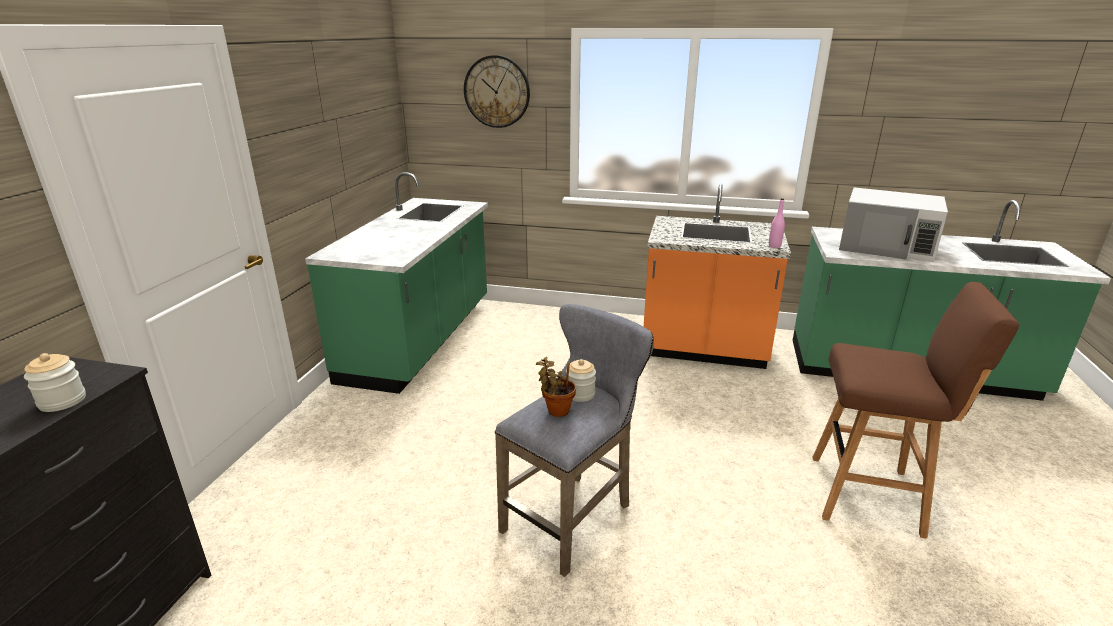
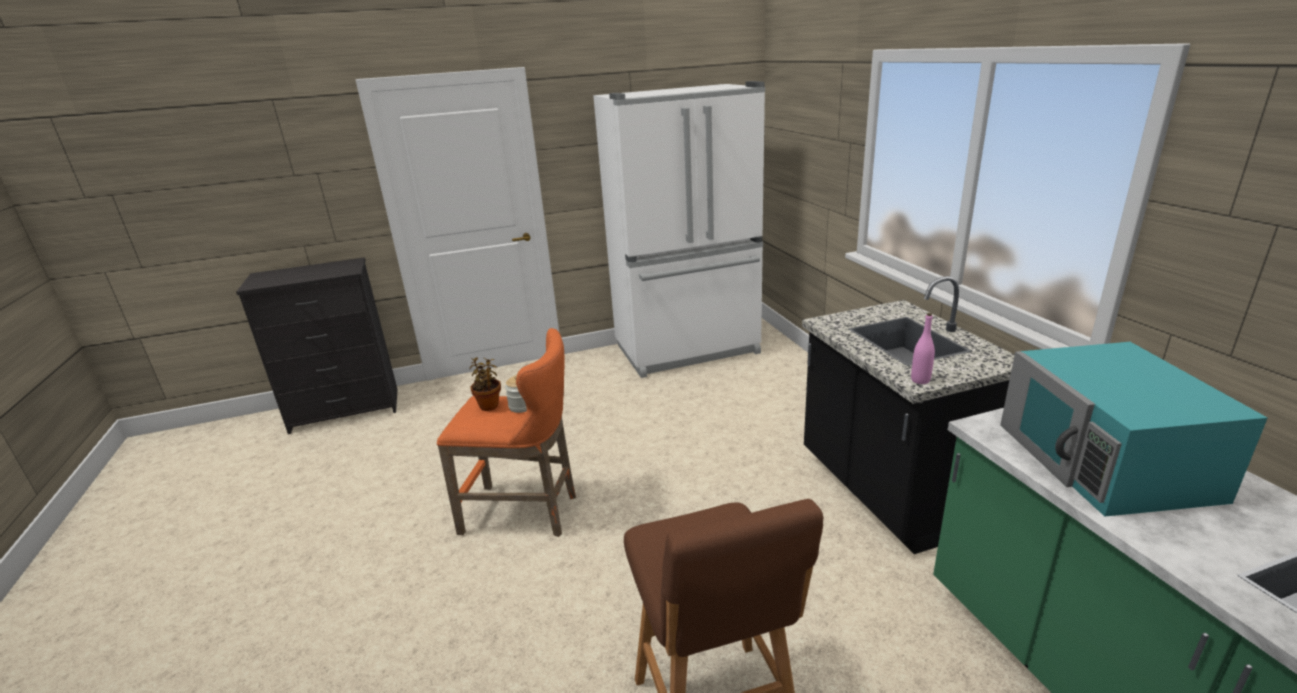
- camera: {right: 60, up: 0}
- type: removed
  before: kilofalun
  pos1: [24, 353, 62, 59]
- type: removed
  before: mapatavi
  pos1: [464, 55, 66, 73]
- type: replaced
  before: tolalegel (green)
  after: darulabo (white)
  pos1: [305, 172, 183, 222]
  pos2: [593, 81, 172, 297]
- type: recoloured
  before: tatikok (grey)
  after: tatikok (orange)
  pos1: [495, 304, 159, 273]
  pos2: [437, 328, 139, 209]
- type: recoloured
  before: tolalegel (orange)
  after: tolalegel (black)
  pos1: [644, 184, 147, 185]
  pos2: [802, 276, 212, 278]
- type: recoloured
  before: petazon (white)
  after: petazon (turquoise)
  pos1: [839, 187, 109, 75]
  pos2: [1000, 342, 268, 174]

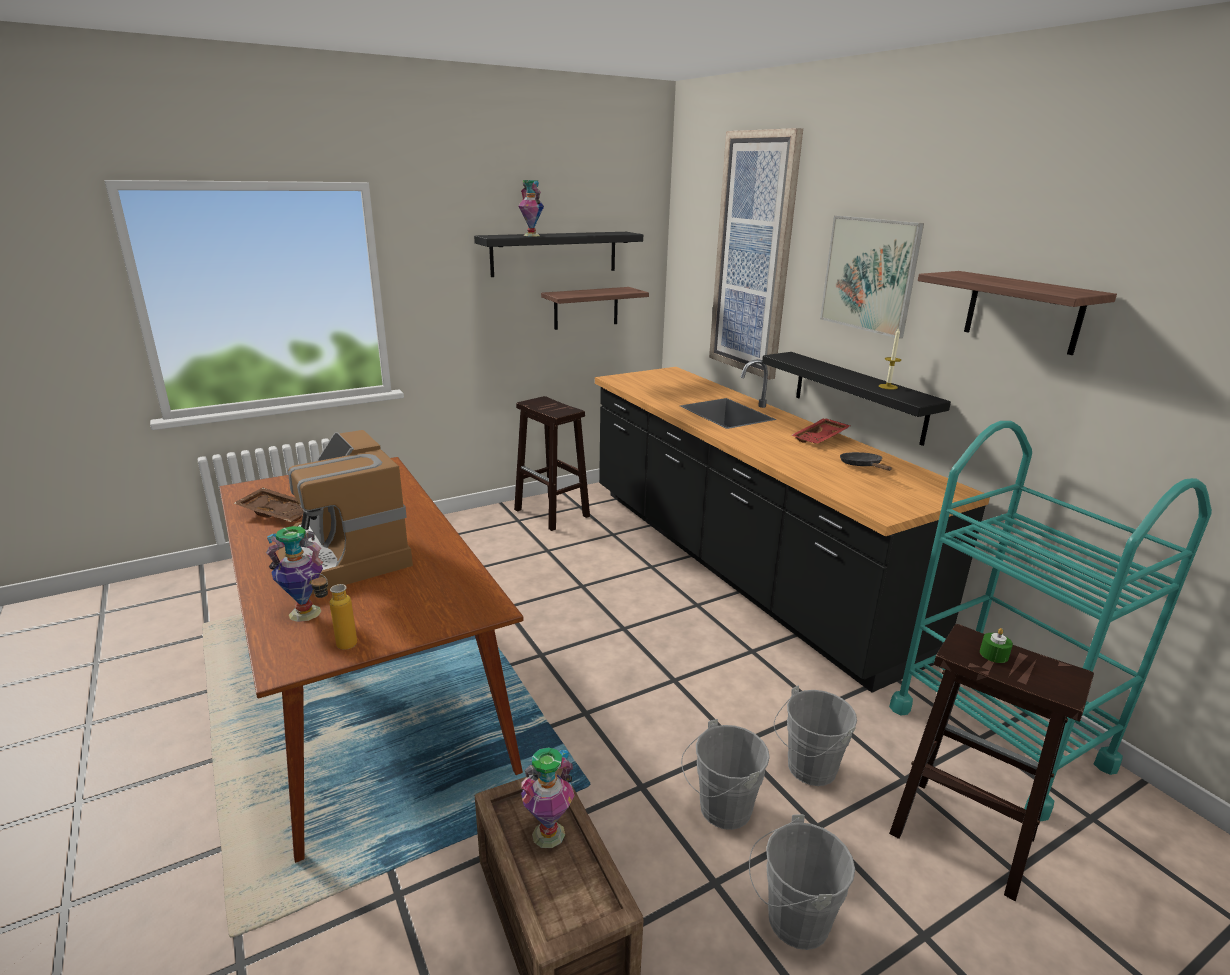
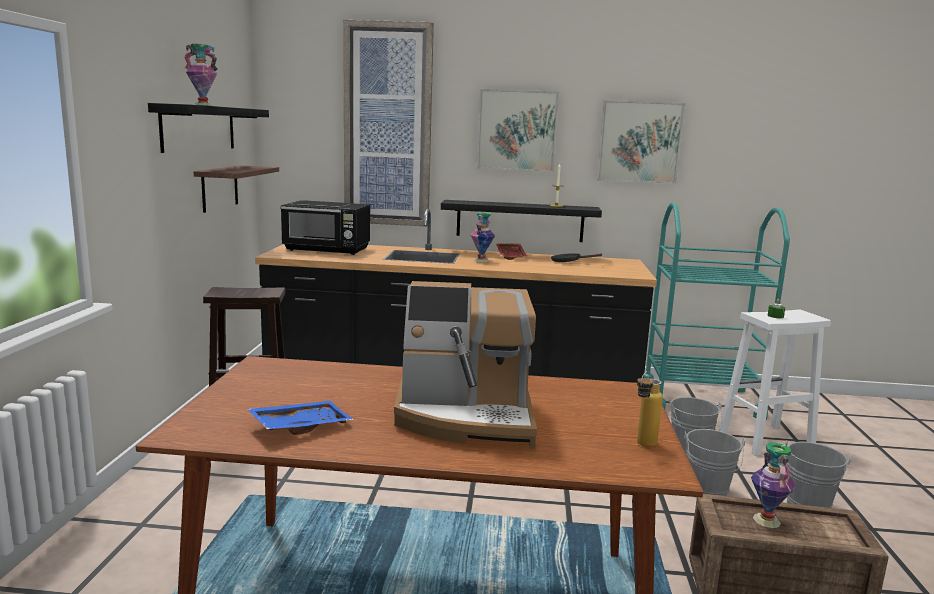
- camera: {right: -55, up: -10}
- type: added
  after: petazon (black)
  pos2: [280, 200, 90, 55]
- type: moved
  before: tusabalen
  pos1: [266, 526, 57, 96]
  pos2: [470, 212, 25, 50]
- type: replaced
  before: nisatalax
  after: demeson
  pos1: [918, 271, 199, 84]
  pos2: [597, 100, 88, 84]
- type: recoloured
  before: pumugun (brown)
  after: pumugun (blue)
  pos1: [234, 488, 69, 34]
  pos2: [247, 401, 107, 34]
- type: recoloured
  before: tatikok (brown)
  after: tatikok (white)
  pos1: [889, 624, 205, 277]
  pos2: [719, 310, 112, 146]

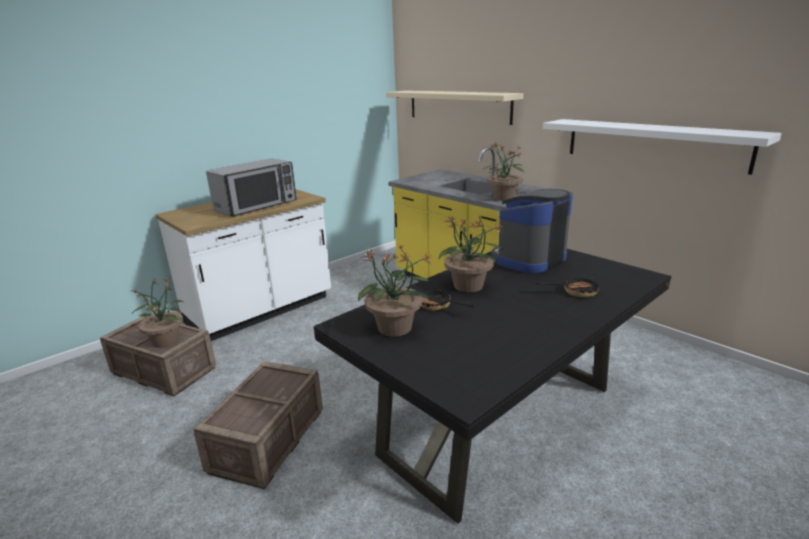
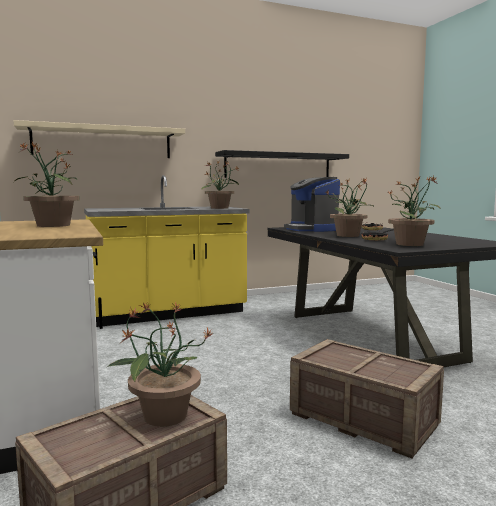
- camera: {right: -70, up: -15}
- type: replaced
  before: petazon
  after: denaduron
  pos1: [206, 159, 91, 58]
  pos2: [14, 142, 65, 85]
- type: recoloured
  before: nisatalax (white)
  after: nisatalax (black)
  pos1: [543, 119, 239, 56]
  pos2: [215, 150, 134, 28]

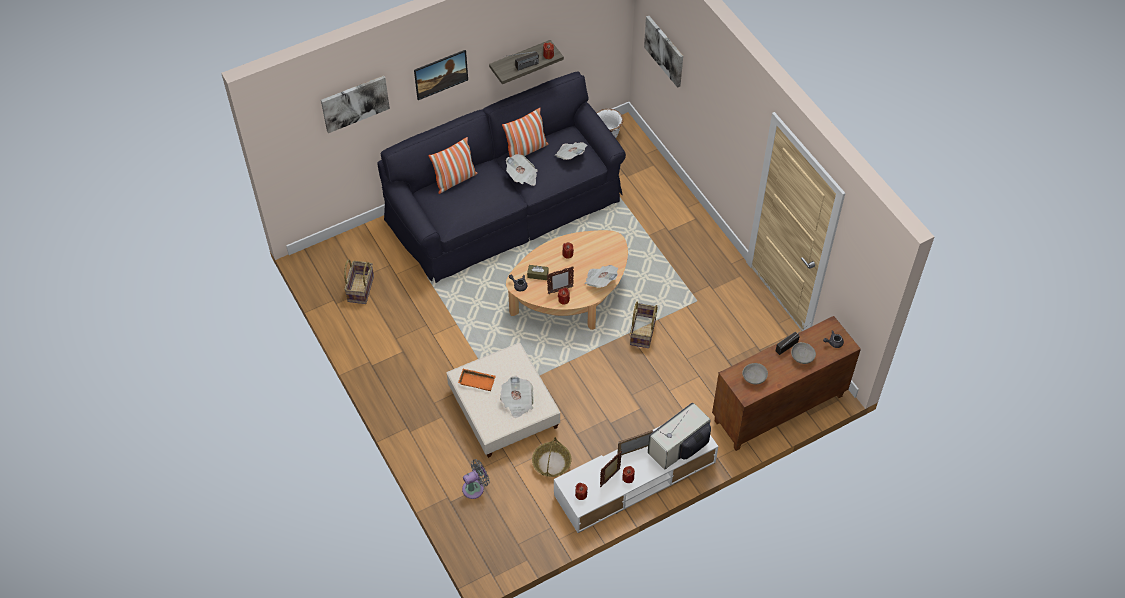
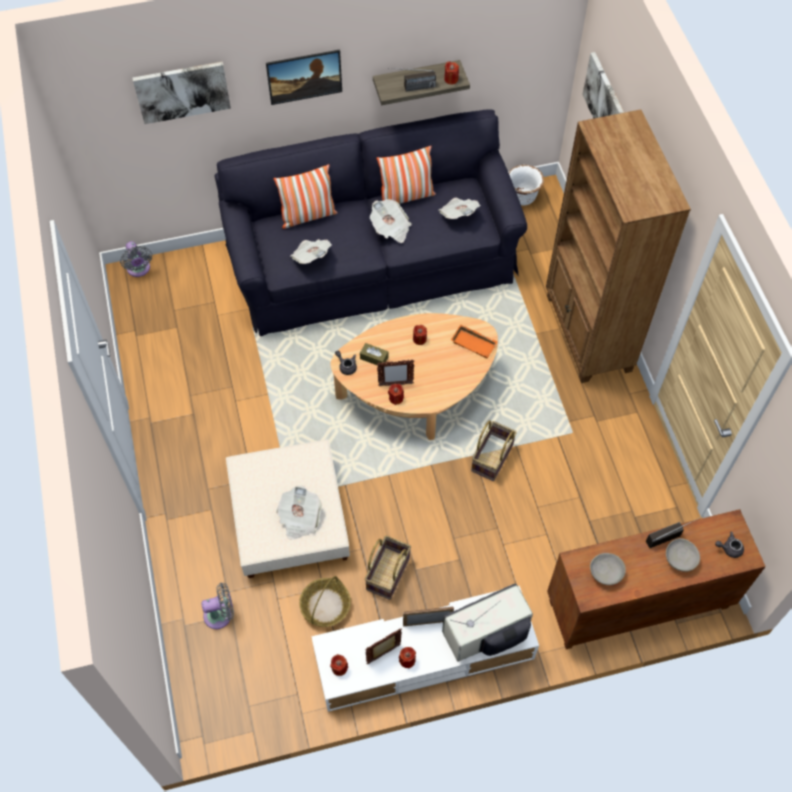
- camera: {right: 15, up: 5}
- type: added
  after: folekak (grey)
  pos2: [120, 241, 32, 36]
- type: added
  after: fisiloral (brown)
  pos2: [546, 109, 145, 274]
- type: moved
  before: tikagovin
  pos1: [344, 259, 30, 45]
  pos2: [365, 536, 46, 64]
- type: moved
  before: pumugun (orange)
  pos1: [458, 369, 38, 22]
  pos2: [451, 324, 47, 35]
- type: moved
  before: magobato
  pos1: [585, 265, 33, 23]
  pos2: [290, 239, 42, 25]

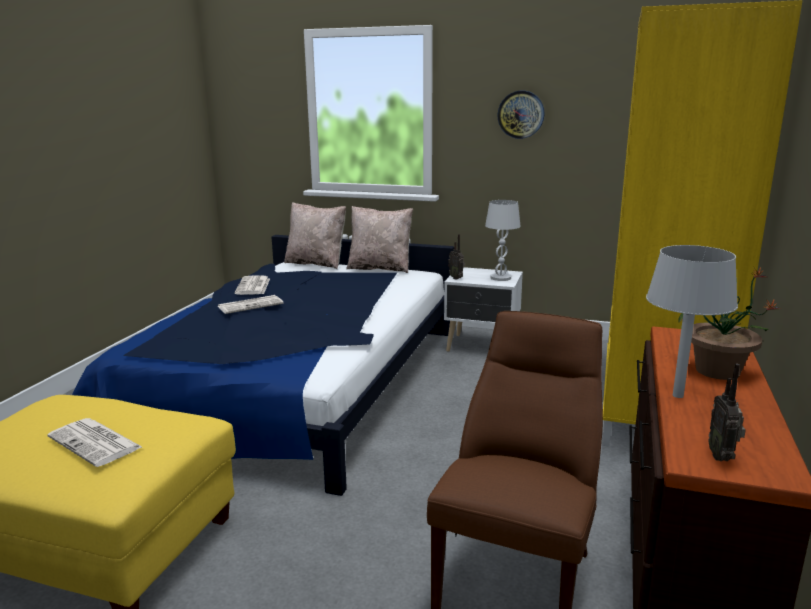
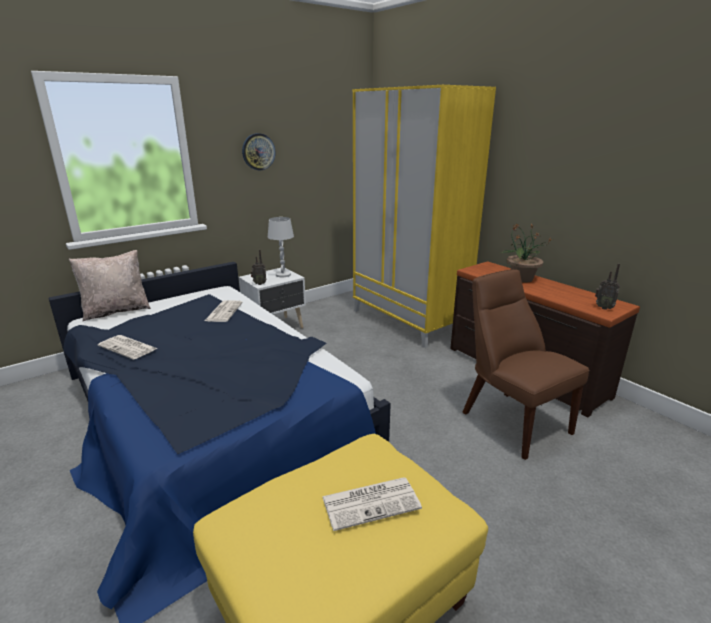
- camera: {right: -55, up: 5}
- type: removed
  before: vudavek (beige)
  pos1: [346, 206, 67, 67]
- type: removed
  before: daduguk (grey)
  pos1: [646, 245, 92, 153]
- type: moved
  before: magobato
  pos1: [218, 295, 65, 19]
  pos2: [205, 300, 38, 22]

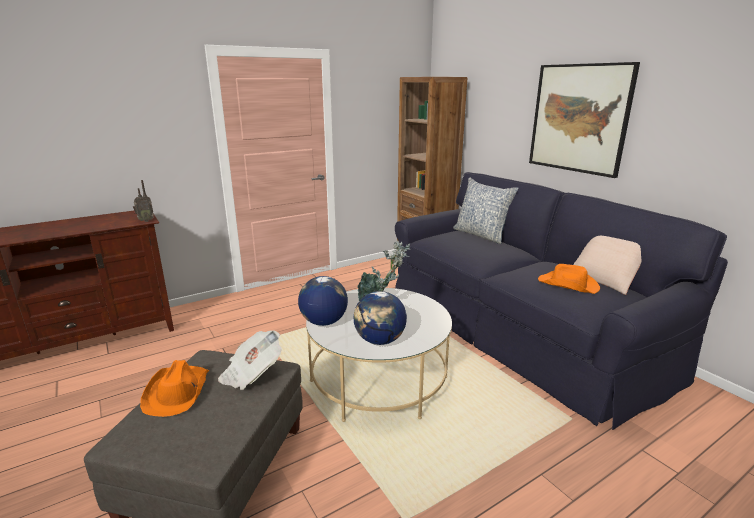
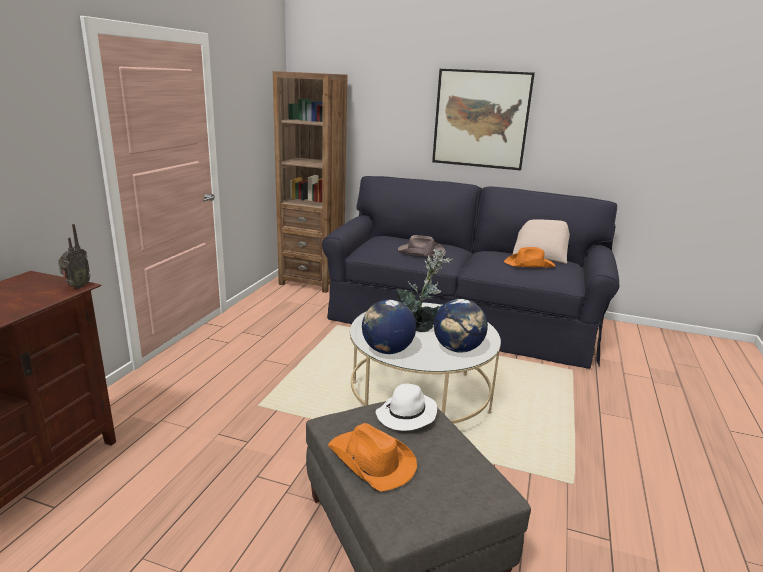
- camera: {right: -40, up: 0}
- type: removed
  before: vudavek
  pos1: [453, 177, 66, 67]
- type: added
  after: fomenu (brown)
  pos2: [398, 235, 48, 23]
- type: replaced
  before: magobato
  after: fomenu (white)
  pos1: [218, 330, 64, 60]
  pos2: [376, 383, 61, 48]

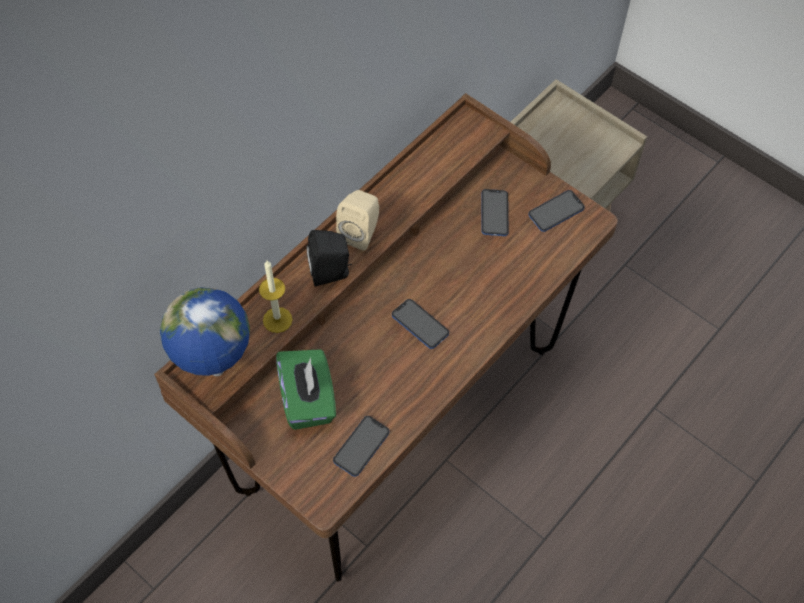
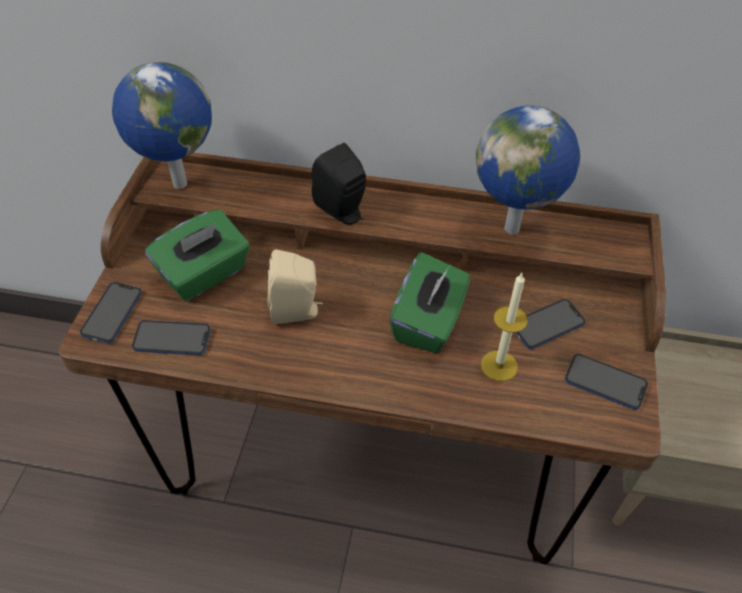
- camera: {right: 60, up: -10}
- type: added
  after: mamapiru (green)
  pos2: [389, 252, 81, 102]
- type: added
  after: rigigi
  pos2: [476, 106, 104, 129]
- type: moved
  before: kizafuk
  pos1: [259, 261, 33, 72]
  pos2: [481, 273, 47, 108]
- type: moved
  before: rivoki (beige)
  pos1: [336, 190, 43, 61]
  pos2: [268, 249, 55, 75]
- type: moved
  before: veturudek
  pos1: [392, 299, 57, 50]
  pos2: [80, 282, 62, 61]

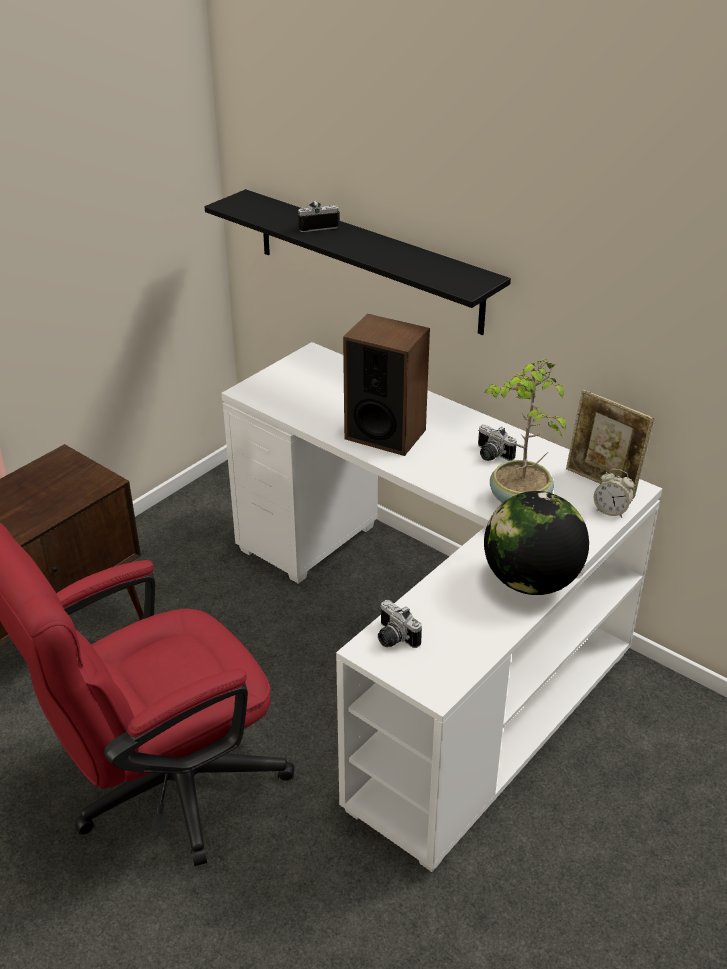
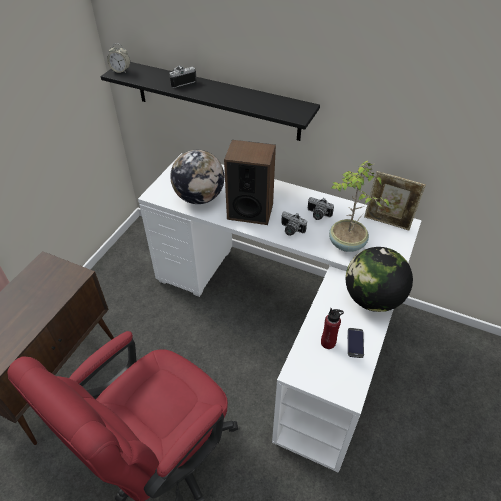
- camera: {right: -15, up: 10}
- type: added
  after: rigigi
  pos2: [170, 150, 54, 54]
- type: added
  after: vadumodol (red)
  pos2: [321, 308, 23, 41]
- type: added
  after: veturudek
  pos2: [348, 328, 16, 30]
- type: moved
  before: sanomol
  pos1: [378, 600, 44, 48]
  pos2: [281, 211, 26, 25]
- type: moved
  before: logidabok
  pos1: [594, 469, 40, 49]
  pos2: [107, 43, 23, 30]

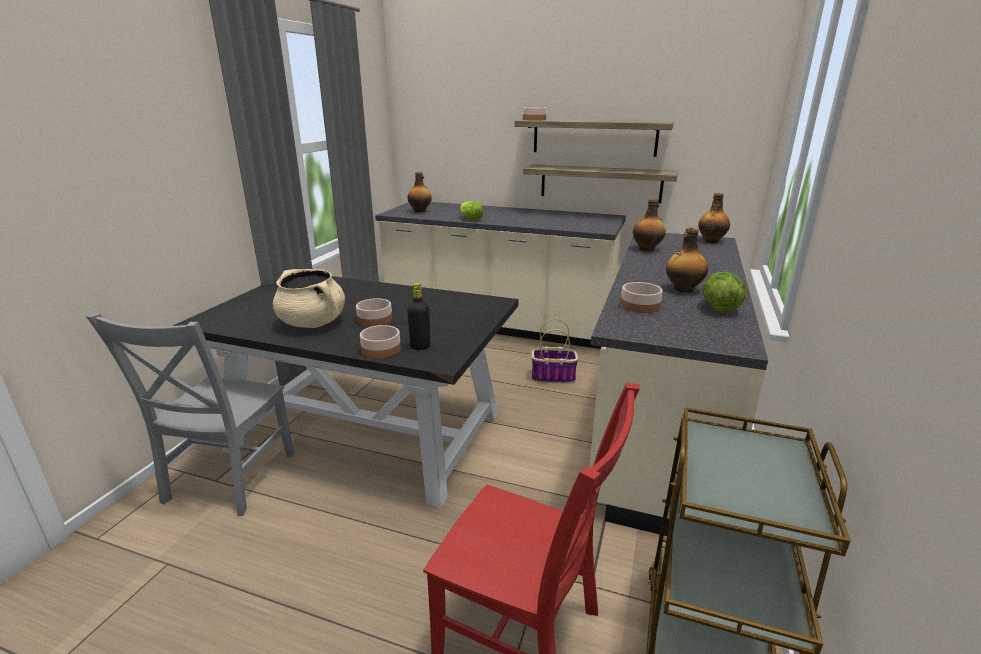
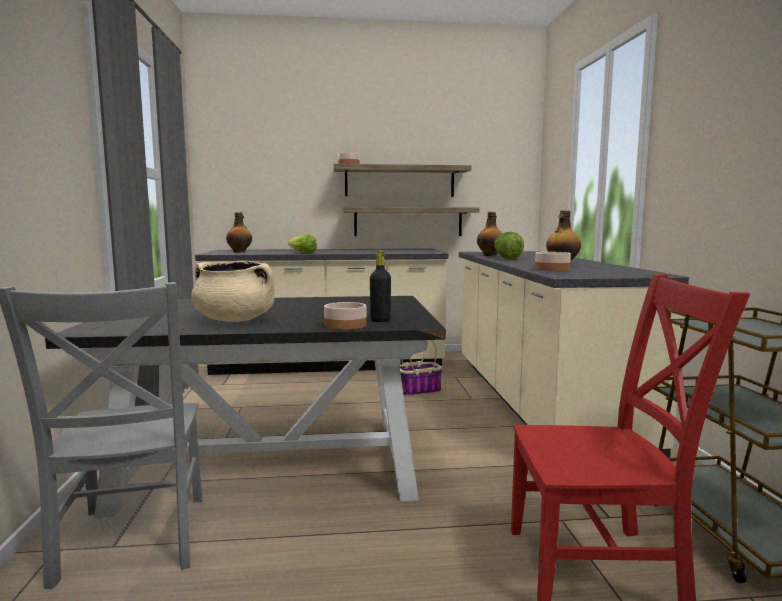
- camera: {right: -25, up: -15}
- type: removed
  before: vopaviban
  pos1: [356, 298, 36, 29]
- type: removed
  before: vadumodol
  pos1: [698, 193, 32, 50]
- type: moved
  before: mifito
  pos1: [703, 272, 43, 41]
  pos2: [494, 232, 30, 27]

